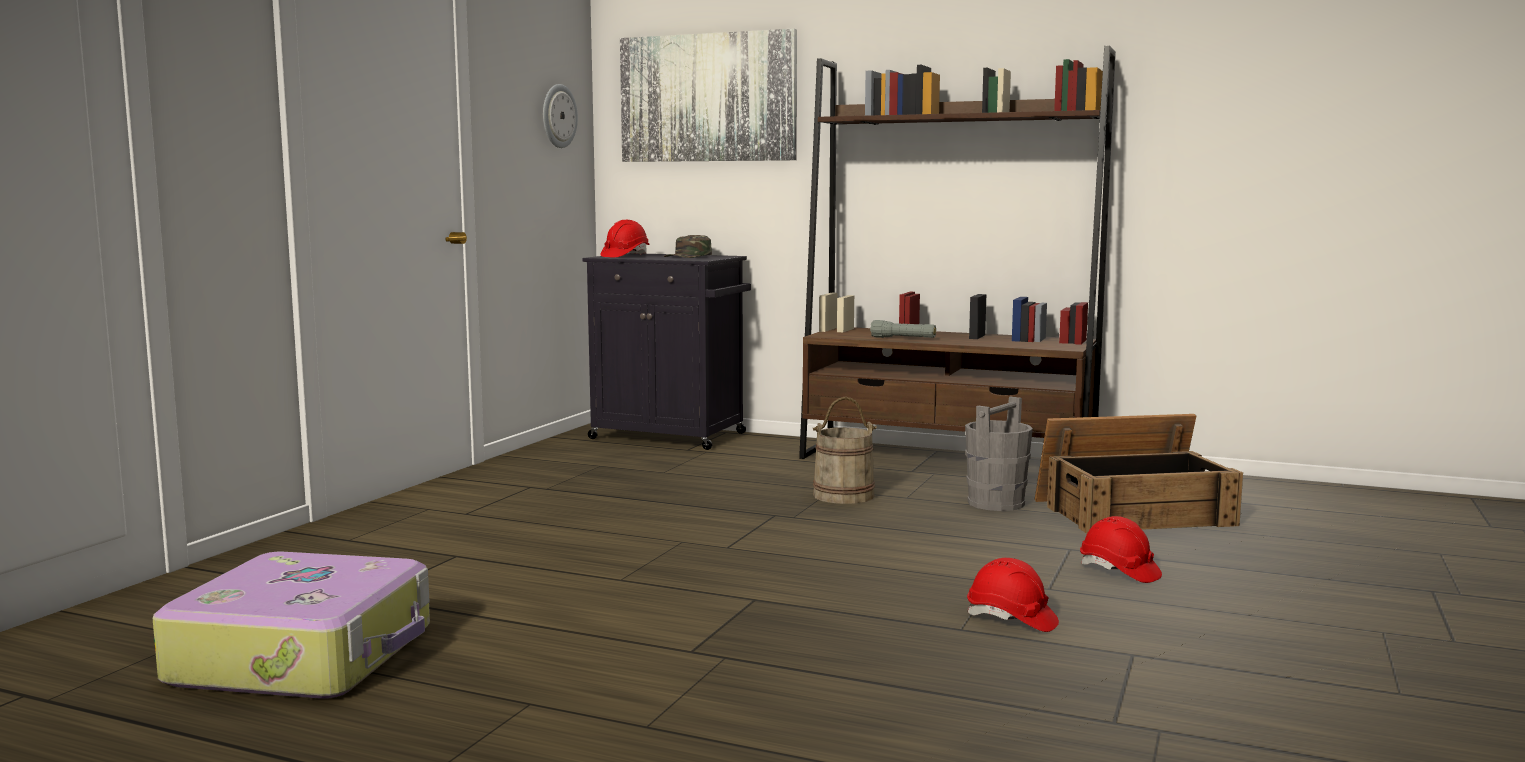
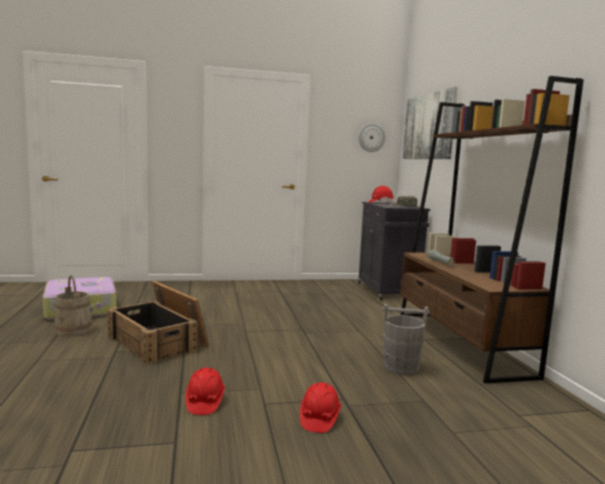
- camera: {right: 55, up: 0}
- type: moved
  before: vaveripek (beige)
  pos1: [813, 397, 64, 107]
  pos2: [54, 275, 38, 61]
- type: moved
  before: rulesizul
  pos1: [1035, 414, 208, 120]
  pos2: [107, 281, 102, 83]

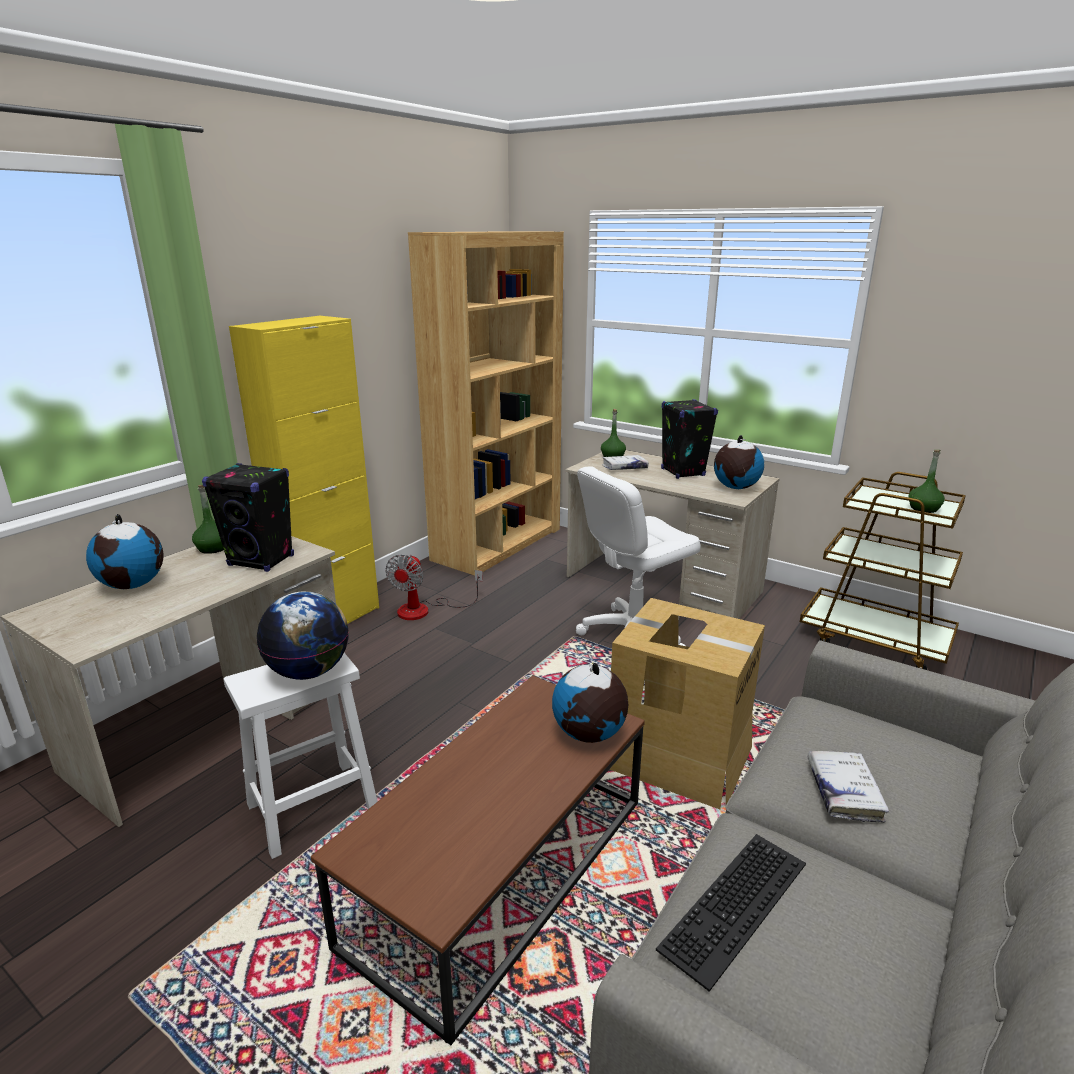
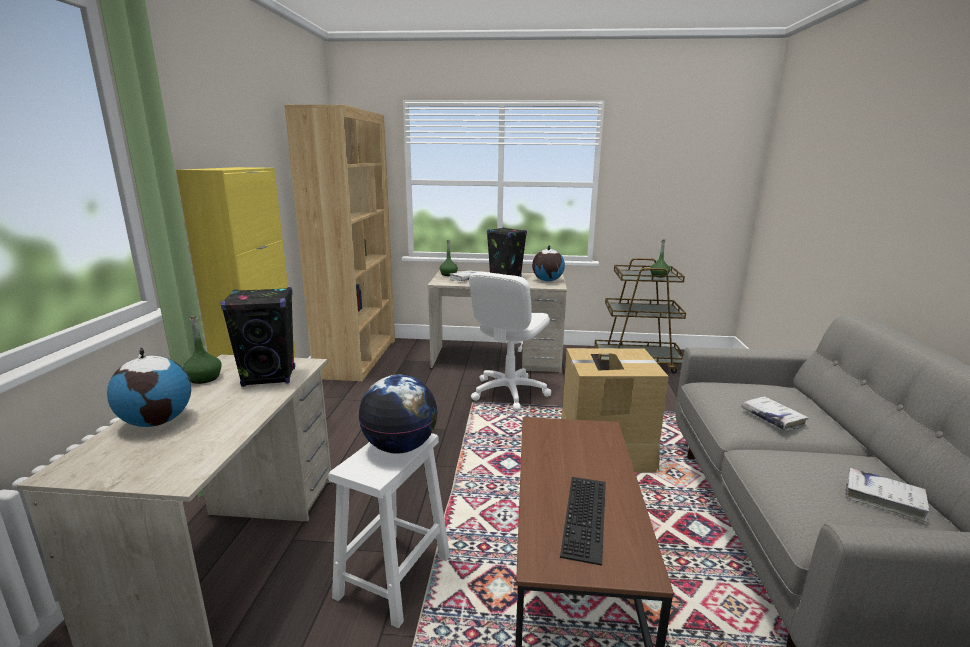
- camera: {right: -30, up: -5}
- type: removed
  before: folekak
  pos1: [385, 554, 98, 66]
- type: removed
  before: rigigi
  pos1: [552, 662, 76, 81]
- type: added
  after: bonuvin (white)
  pos2: [845, 468, 86, 54]
- type: moved
  before: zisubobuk
  pos1: [656, 834, 150, 158]
  pos2: [560, 477, 46, 89]

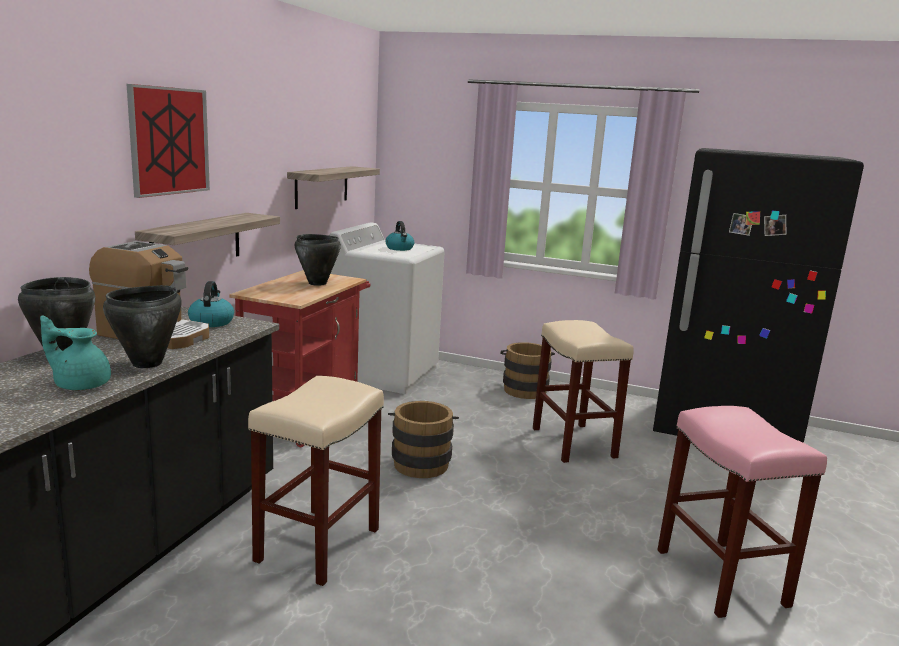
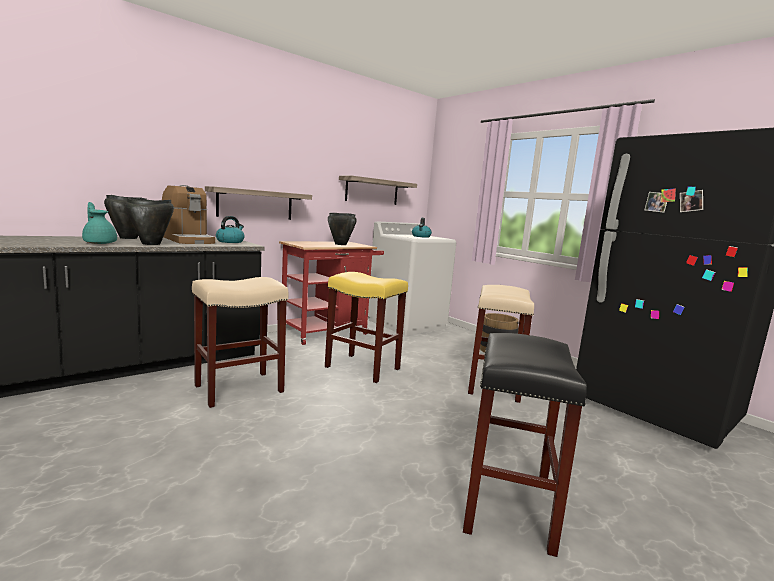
- camera: {right: 30, up: -5}
- type: removed
  before: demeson
  pos1: [127, 84, 83, 114]
- type: replaced
  before: vaveripek (brown)
  after: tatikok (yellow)
  pos1: [388, 401, 71, 77]
  pos2: [325, 272, 83, 111]
- type: recoloured
  before: tatikok (pink)
  after: tatikok (black)
  pos1: [657, 406, 170, 212]
  pos2: [463, 333, 124, 224]

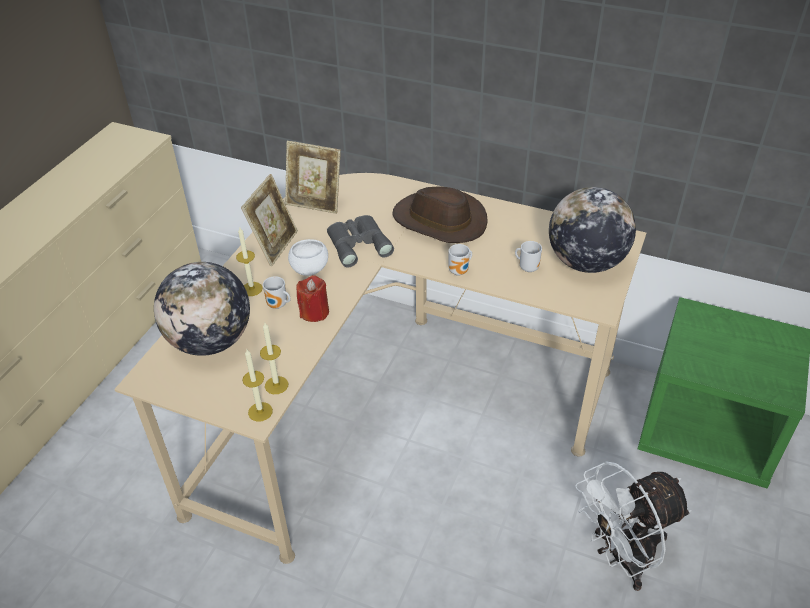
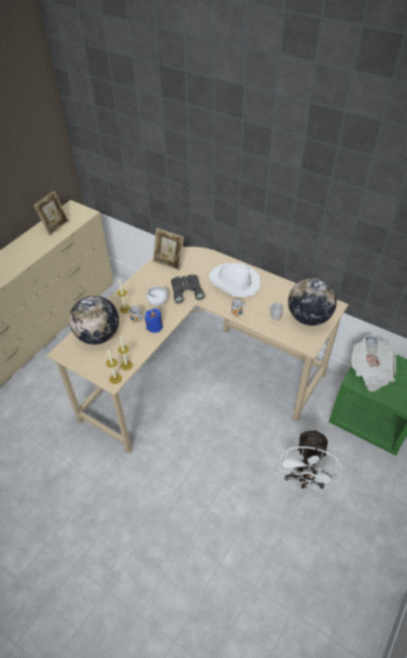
- camera: {right: 10, up: 5}
- type: added
  after: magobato
  pos2: [351, 335, 45, 57]
- type: moved
  before: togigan
  pos1: [241, 174, 57, 92]
  pos2: [33, 191, 36, 45]
- type: recoloured
  before: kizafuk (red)
  after: kizafuk (blue)
  pos1: [296, 275, 33, 47]
  pos2: [145, 308, 18, 25]
- type: recoloured
  before: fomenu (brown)
  after: fomenu (white)
  pos1: [392, 187, 96, 56]
  pos2: [209, 263, 52, 34]
- type: turned
  before: folekak (white)
  pos1: [575, 461, 117, 130]
  pos2: [279, 428, 63, 62]
  turn: -60

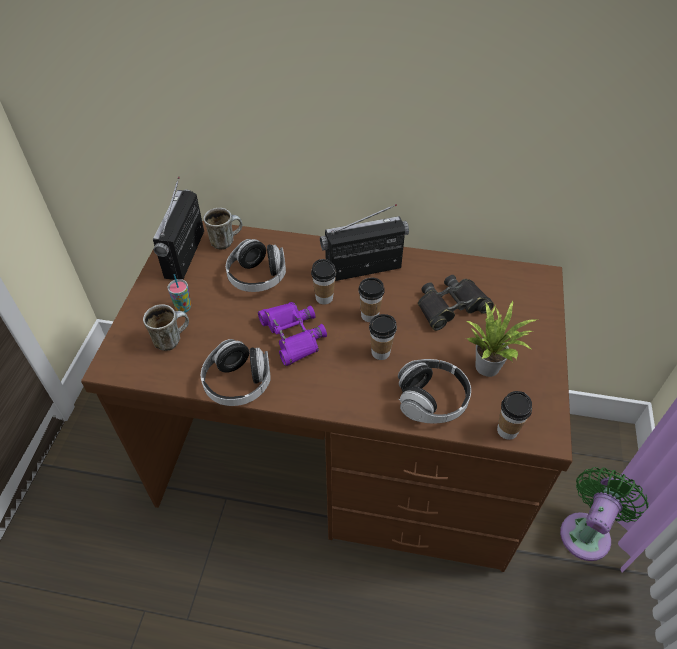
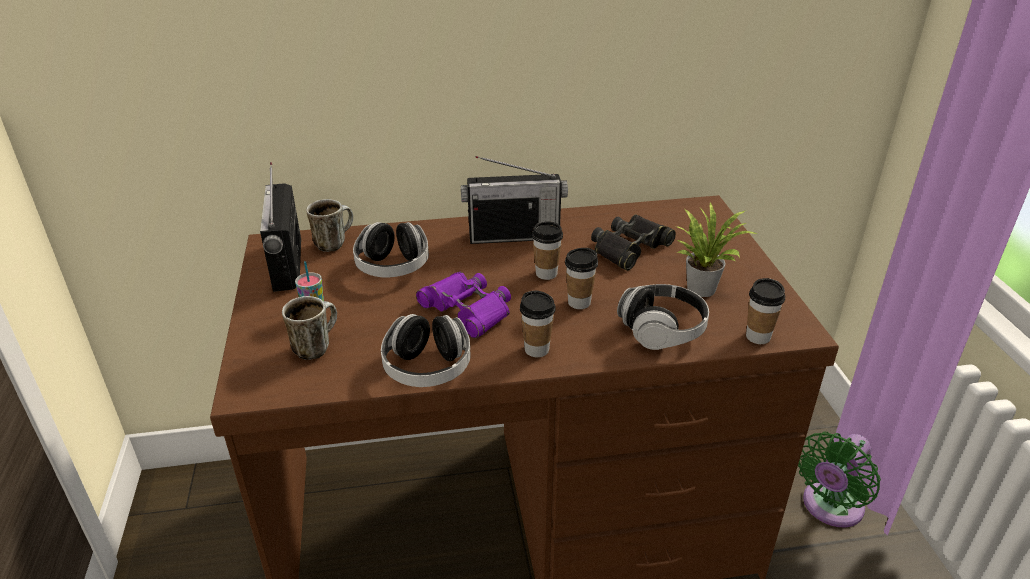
- camera: {right: -20, up: -15}
- type: moved
  before: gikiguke
  pos1: [311, 259, 26, 46]
  pos2: [520, 291, 36, 66]
- type: turned
  before: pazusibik
  pos1: [320, 204, 89, 77]
  pos2: [461, 156, 107, 88]
  turn: -150
- type: turned
  before: folekak (green)
  pos1: [560, 467, 89, 94]
  pos2: [798, 432, 83, 95]
  turn: -150

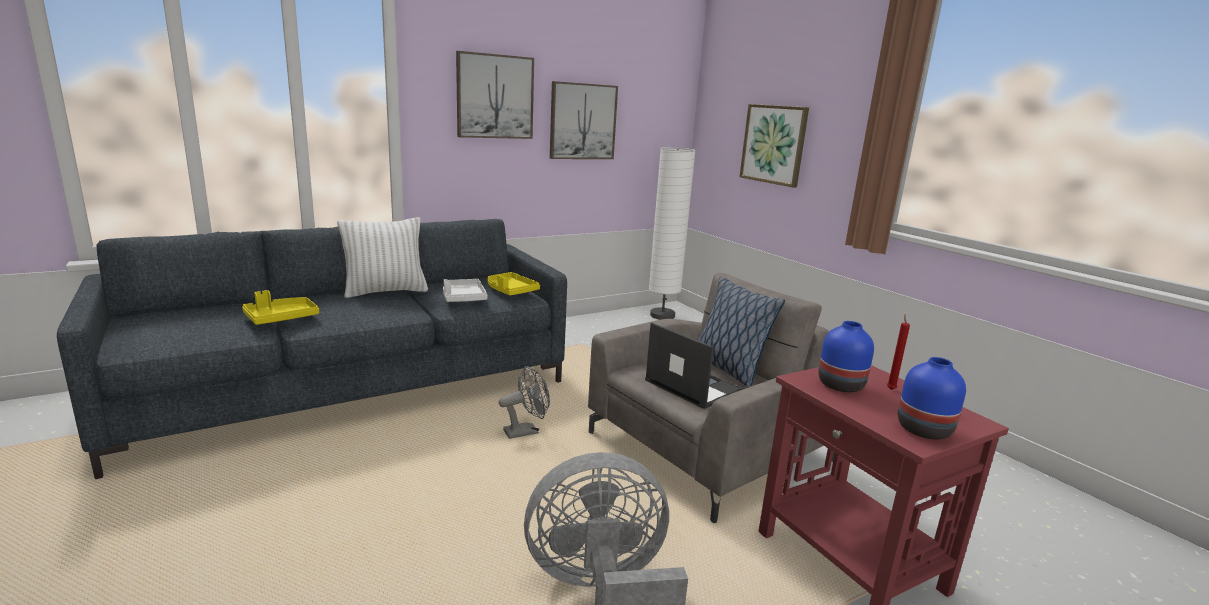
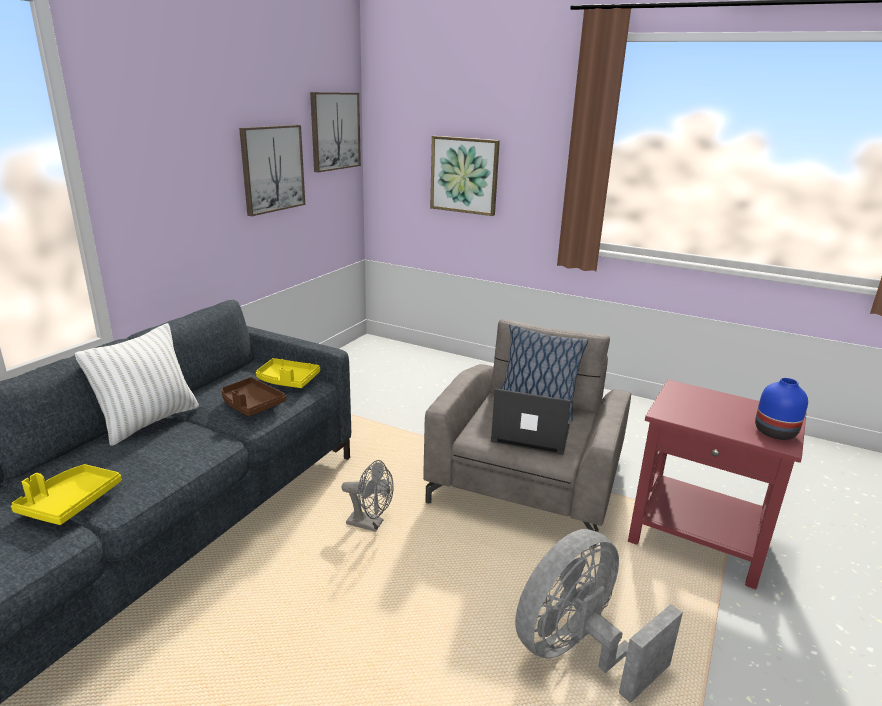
- camera: {right: -30, up: 5}
- type: removed
  before: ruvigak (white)
  pos1: [649, 147, 47, 173]
- type: removed
  before: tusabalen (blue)
  pos1: [818, 321, 56, 71]
- type: removed
  before: kizafuk (red)
  pos1: [887, 314, 23, 76]
- type: moved
  before: demeson
  pos1: [456, 51, 78, 88]
  pos2: [310, 92, 51, 80]
- type: recoloured
  before: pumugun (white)
  after: pumugun (brown)
  pos1: [443, 279, 44, 23]
  pos2: [221, 377, 65, 39]
- type: turned
  before: folekak (grey)
  pos1: [499, 366, 51, 73]
  pos2: [341, 460, 53, 72]
  turn: 75

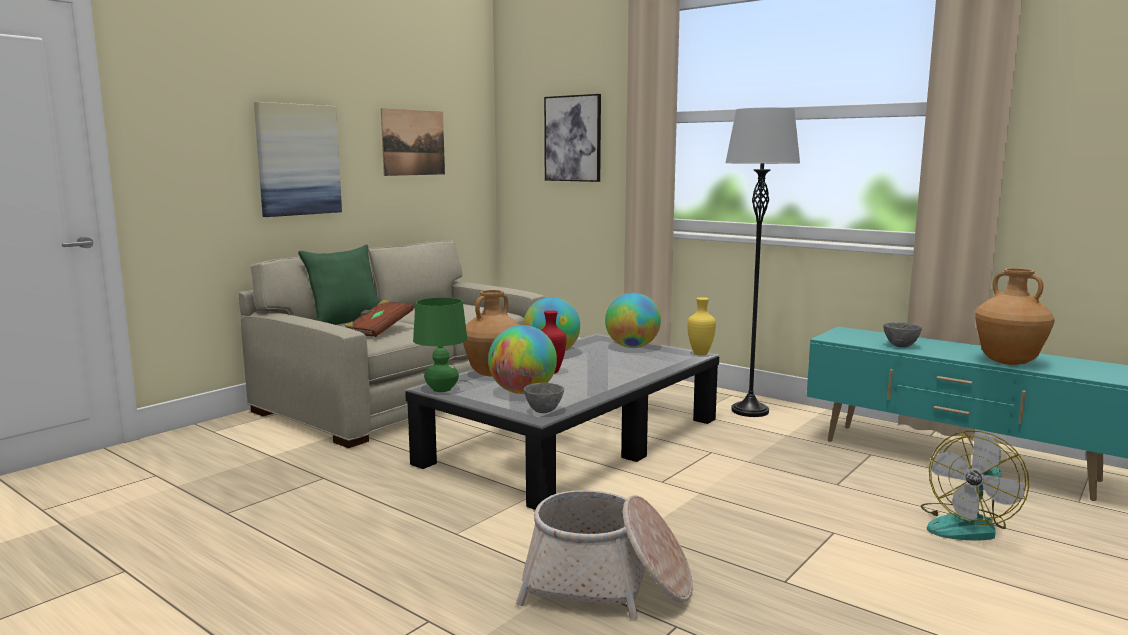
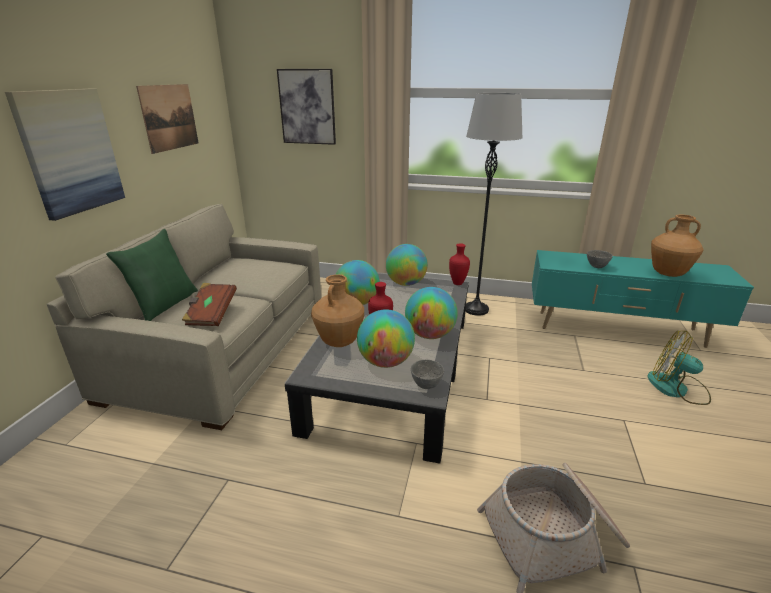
- camera: {right: -25, up: 15}
- type: removed
  before: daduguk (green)
  pos1: [413, 297, 54, 95]
- type: added
  after: rigigi
  pos2: [405, 287, 53, 52]
- type: recoloured
  before: tusabalen (yellow)
  after: tusabalen (red)
  pos1: [687, 297, 29, 59]
  pos2: [449, 243, 21, 42]
- type: turned
  before: folekak
  pos1: [921, 431, 108, 110]
  pos2: [647, 331, 64, 74]
  turn: 105

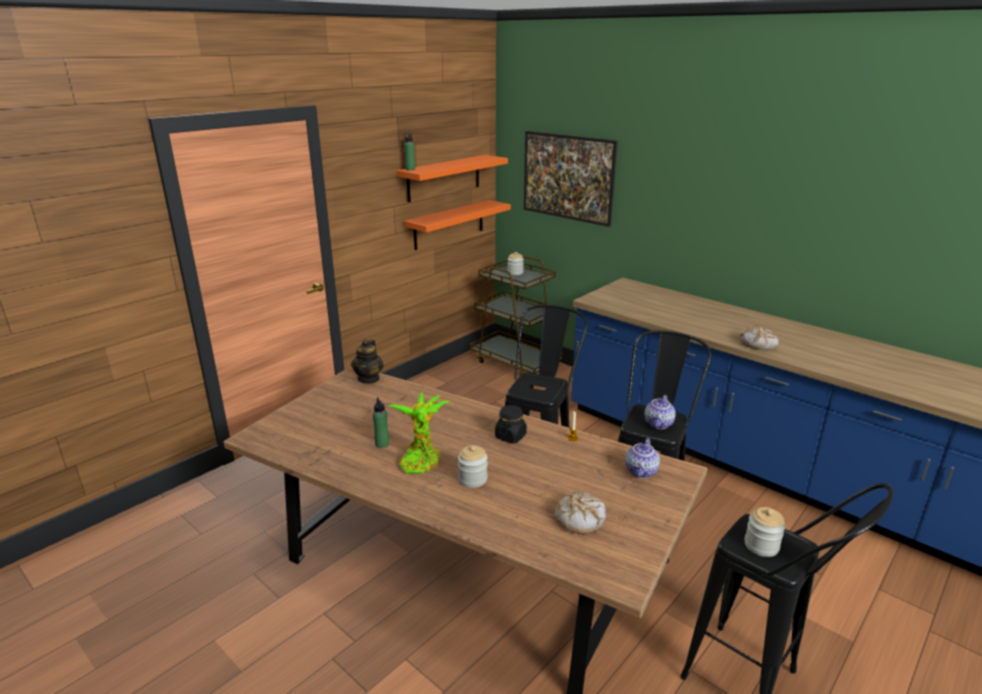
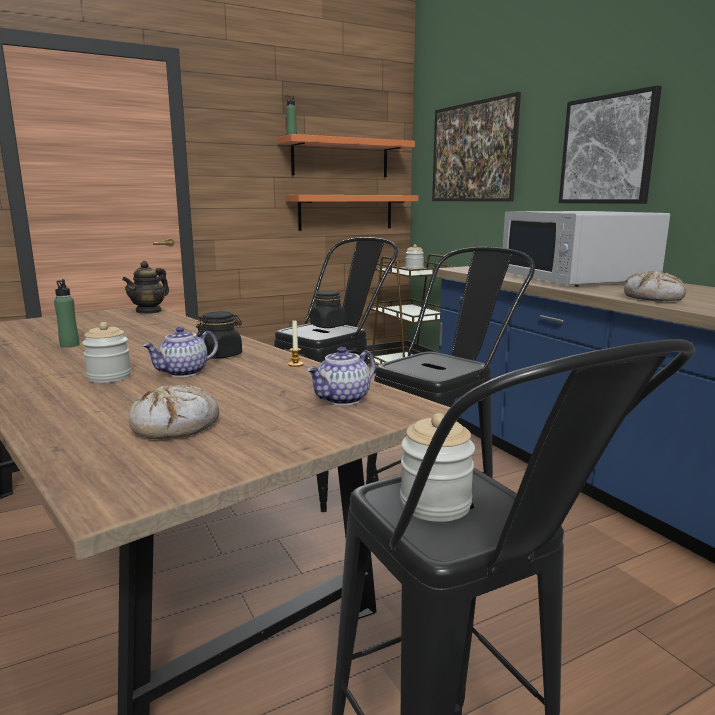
- camera: {right: 20, up: -10}
- type: removed
  before: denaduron
  pos1: [387, 392, 64, 82]
- type: added
  after: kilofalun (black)
  pos2: [310, 291, 36, 37]
- type: added
  after: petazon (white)
  pos2: [503, 211, 167, 76]
- type: added
  after: demeson
  pos2: [559, 85, 103, 119]
- type: moved
  before: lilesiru
  pos1: [645, 395, 31, 34]
  pos2: [142, 327, 76, 50]

